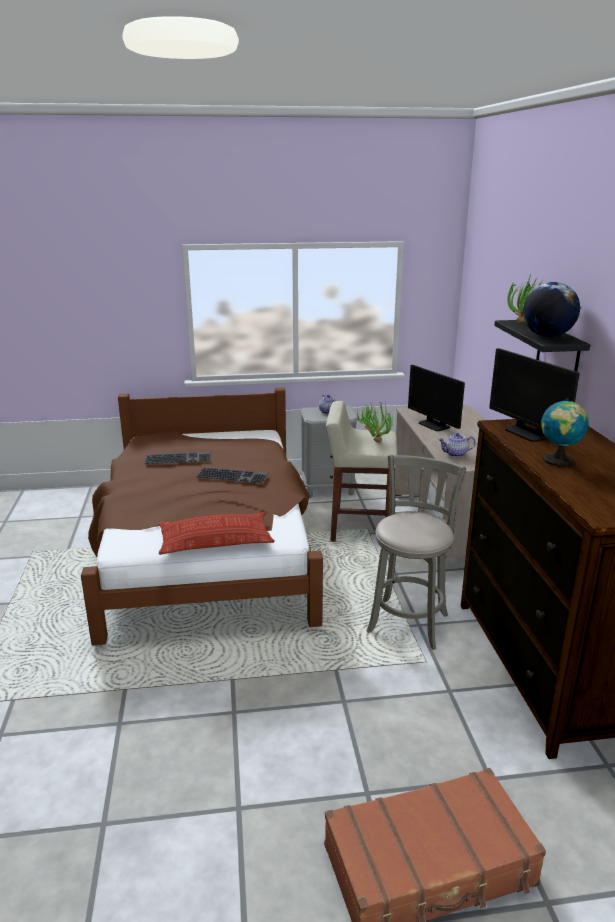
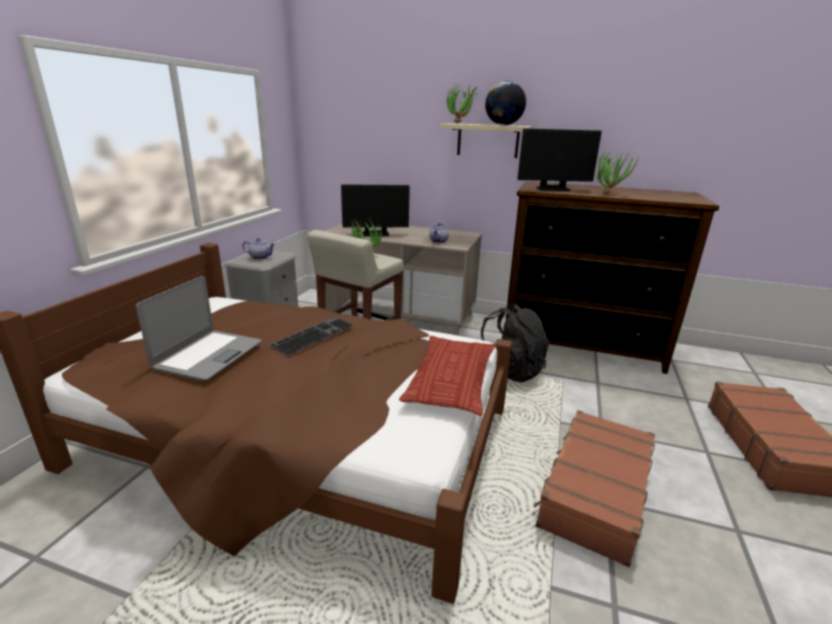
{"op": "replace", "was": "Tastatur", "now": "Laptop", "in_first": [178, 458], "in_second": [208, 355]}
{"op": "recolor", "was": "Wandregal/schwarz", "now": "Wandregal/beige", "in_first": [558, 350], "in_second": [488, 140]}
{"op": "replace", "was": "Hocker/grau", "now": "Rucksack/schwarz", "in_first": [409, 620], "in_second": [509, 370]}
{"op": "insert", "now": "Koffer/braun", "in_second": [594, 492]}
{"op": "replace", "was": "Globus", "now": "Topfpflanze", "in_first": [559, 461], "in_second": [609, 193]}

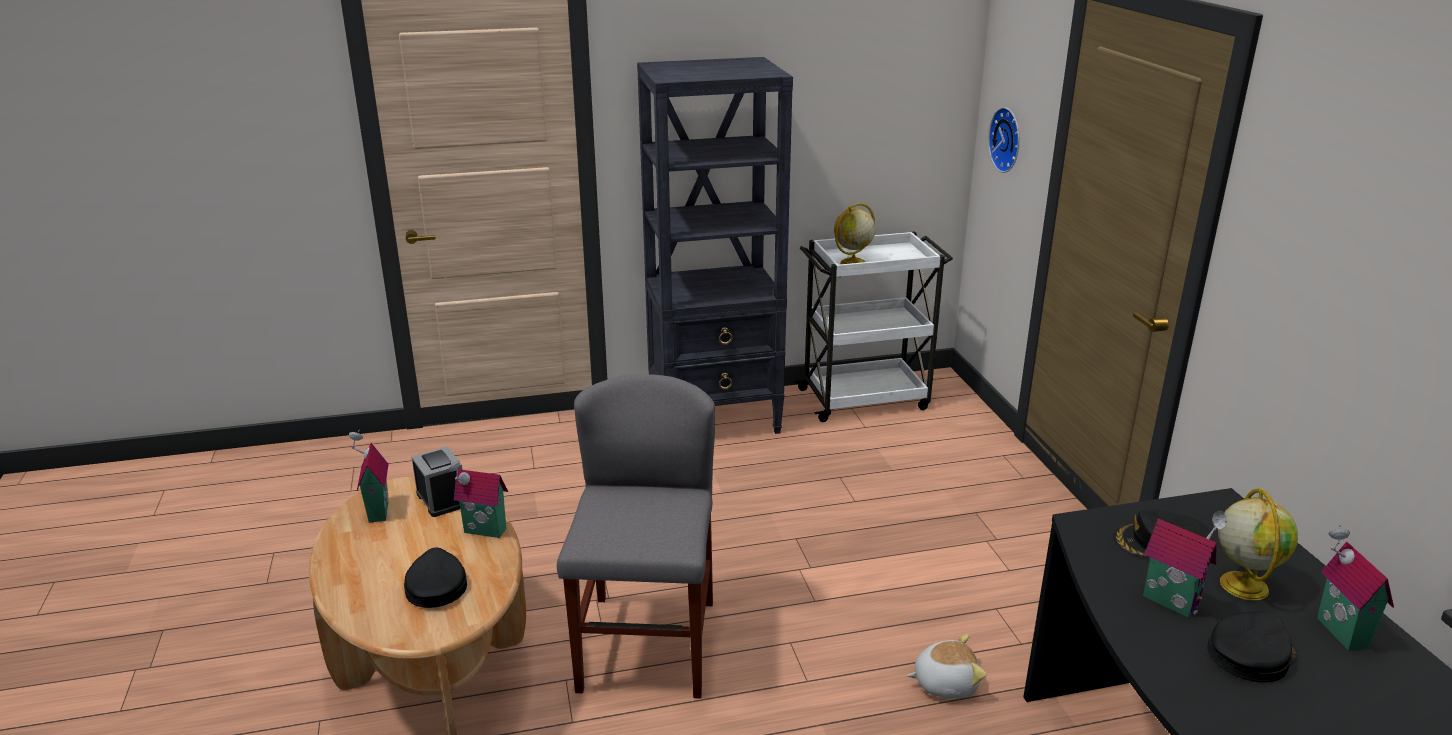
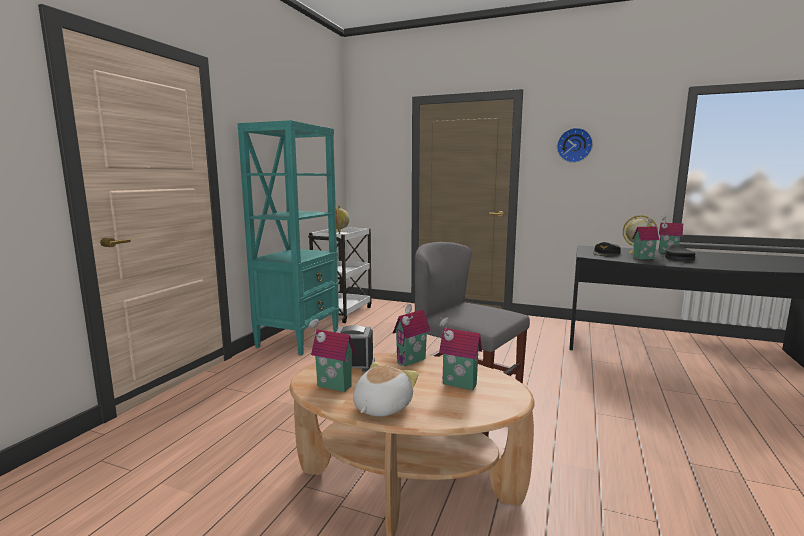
{"op": "recolor", "was": "Bücherregal/schwarz", "now": "Bücherregal/türkis", "in_first": [716, 418], "in_second": [299, 339]}
{"op": "move", "was": "Plüschtier", "in_first": [944, 682], "in_second": [381, 407]}
{"op": "replace", "was": "Kappe/schwarz", "now": "Spielzeughaus", "in_first": [436, 585], "in_second": [458, 385]}
{"op": "move", "was": "Wanduhr", "in_first": [1008, 139], "in_second": [574, 145]}

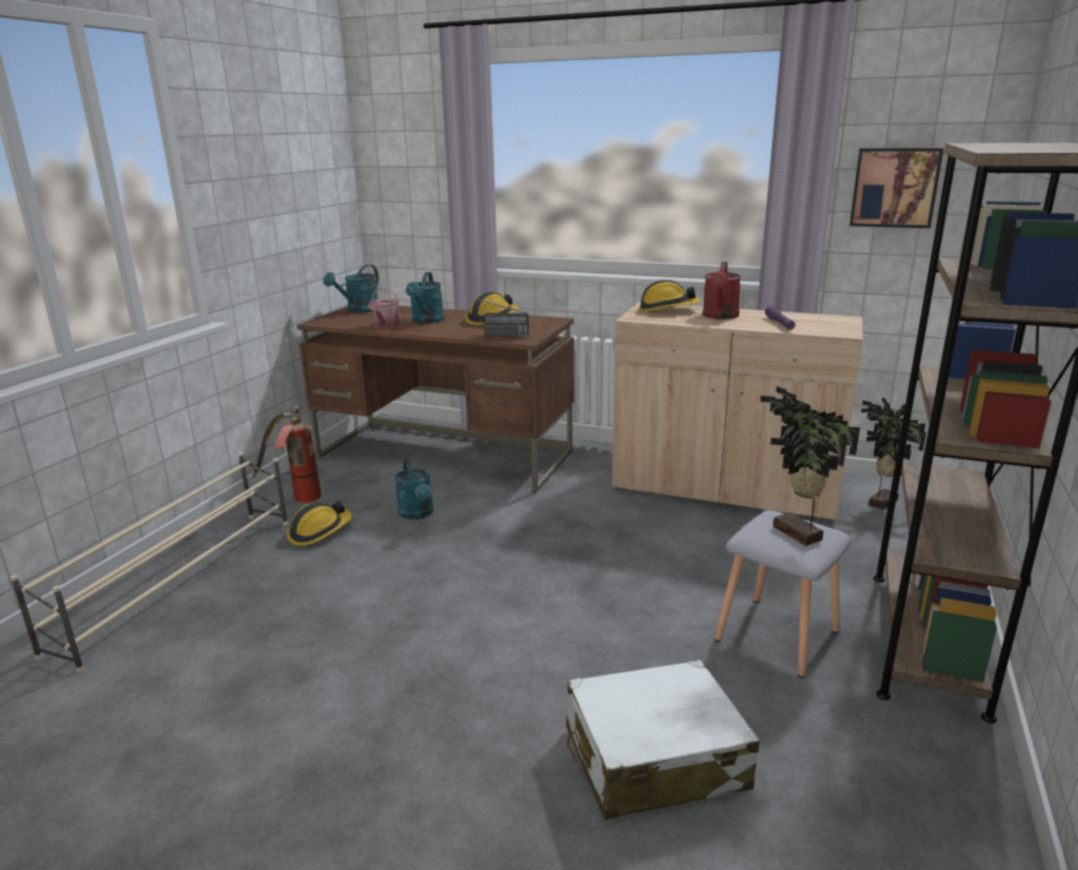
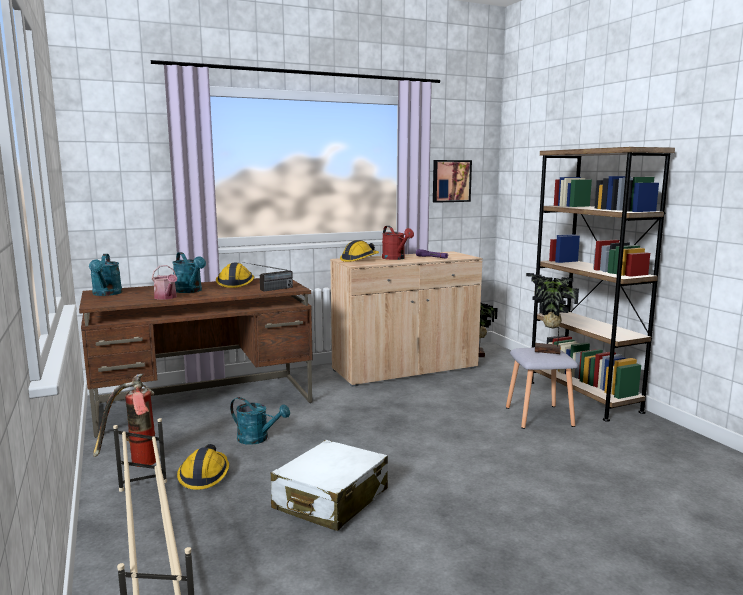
{"op": "move", "was": "Koffer/weiß", "in_first": [654, 758], "in_second": [330, 500]}

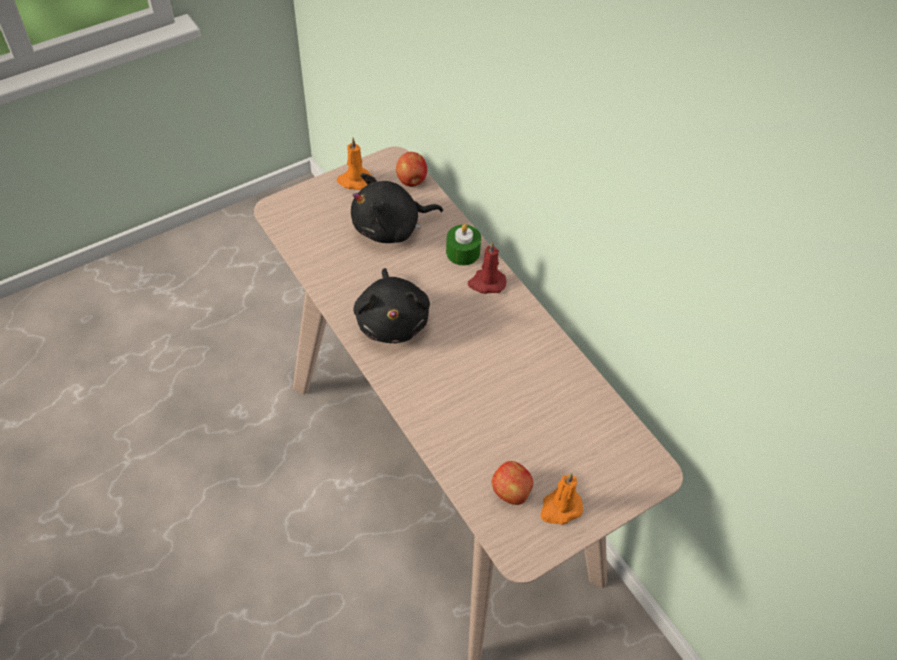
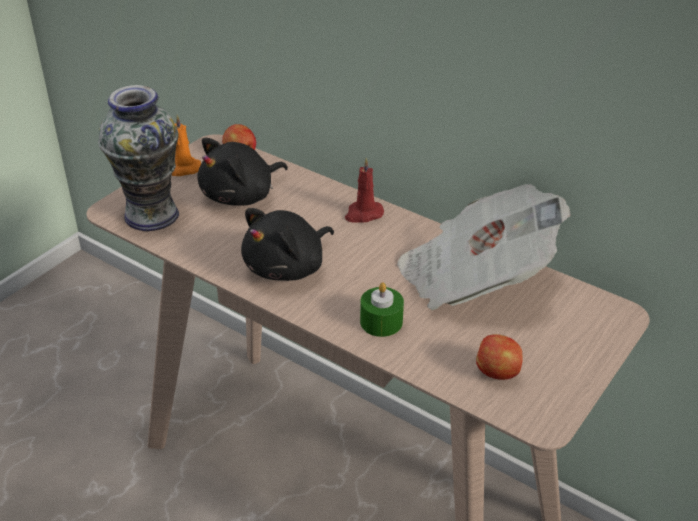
{"op": "insert", "now": "Vase", "in_second": [152, 214]}
{"op": "rotate", "was": "Plüschtier/schwarz", "in_first": [392, 320], "in_second": [288, 267], "clockwise": 75}
{"op": "move", "was": "Kerze/grün", "in_first": [463, 252], "in_second": [381, 322]}
{"op": "insert", "now": "Zeitung", "in_second": [474, 278]}
{"op": "delete", "was": "Kerze/orange", "in_first": [560, 508]}

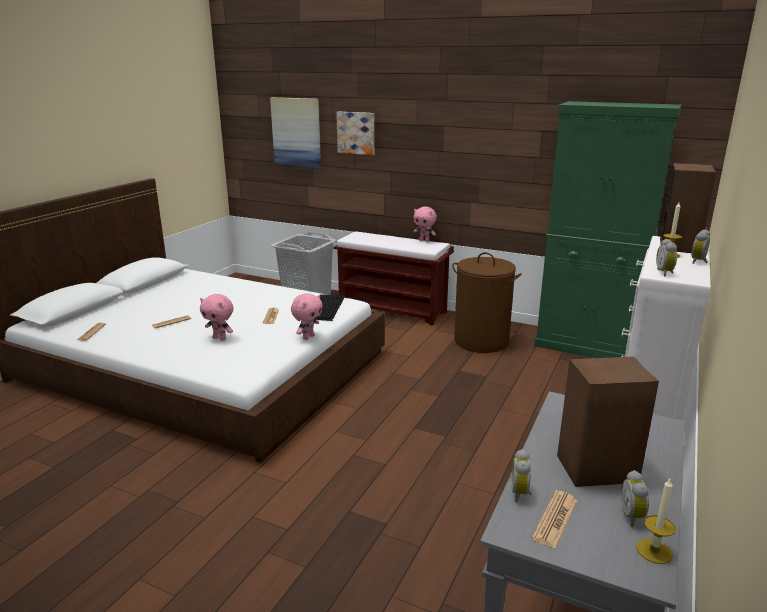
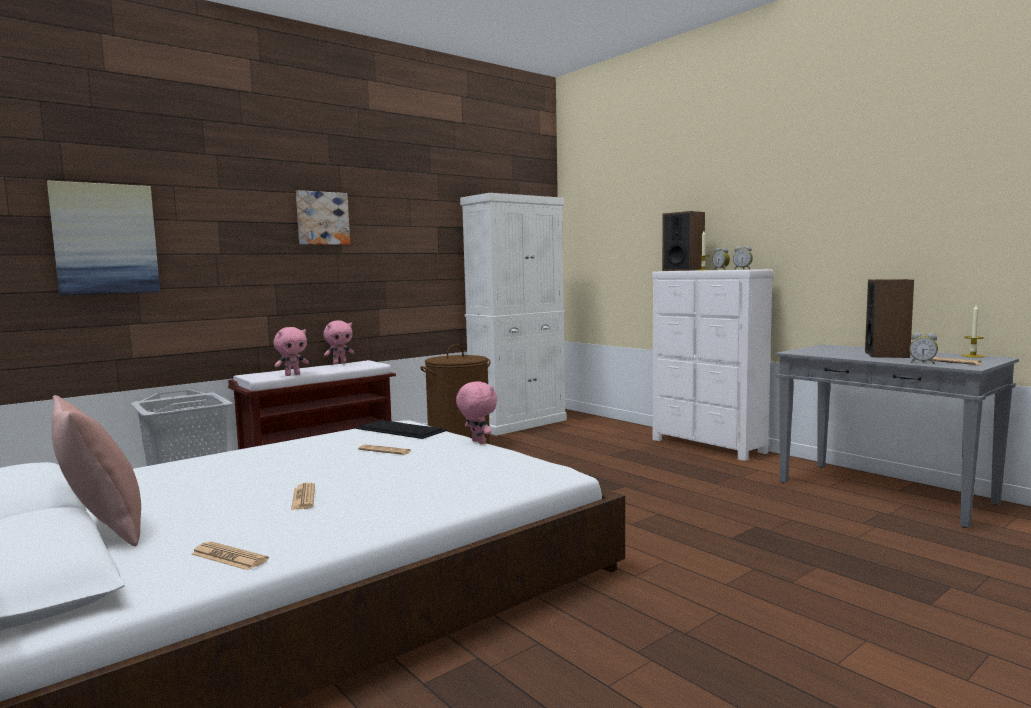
{"op": "insert", "now": "Kissen/rosa", "in_second": [103, 530]}
{"op": "move", "was": "Plüschtier/rosa", "in_first": [220, 338], "in_second": [292, 375]}
{"op": "move", "was": "Bild", "in_first": [356, 133], "in_second": [322, 218]}
{"op": "recolor", "was": "Schrank/grün", "now": "Schrank/weiß", "in_first": [586, 346], "in_second": [518, 423]}
{"op": "delete", "was": "Wecker", "in_first": [633, 516]}

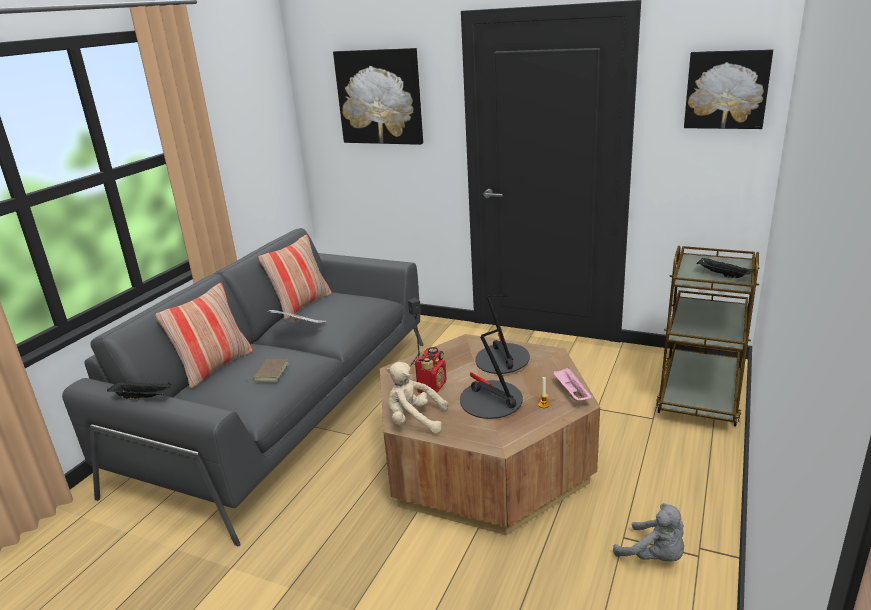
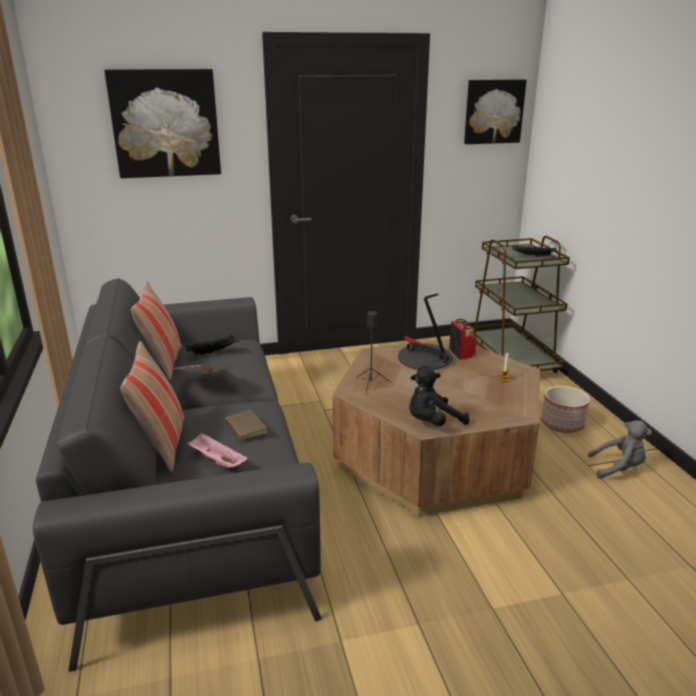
{"op": "move", "was": "Tablett/schwarz", "in_first": [143, 398], "in_second": [213, 352]}
{"op": "move", "was": "Tablett/rosa", "in_first": [571, 393], "in_second": [216, 461]}
{"op": "recolor", "was": "Plüschtier/beige", "now": "Plüschtier/schwarz", "in_first": [414, 421], "in_second": [432, 423]}
{"op": "move", "was": "Radio", "in_first": [432, 386], "in_second": [461, 353]}
{"op": "insert", "now": "Pflanzkübel", "in_second": [562, 424]}
{"op": "delete", "was": "Tischlampe", "in_first": [491, 401]}

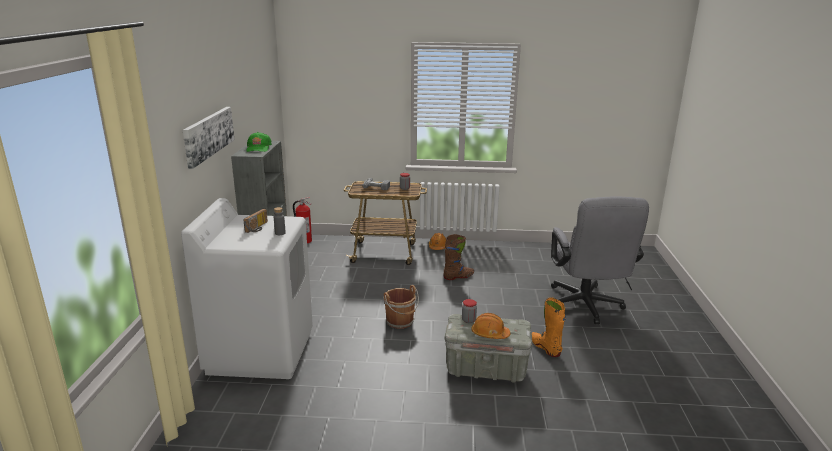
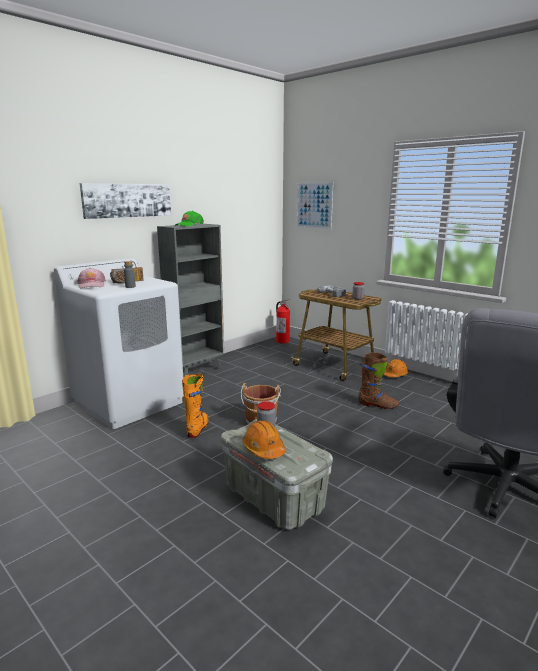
{"op": "insert", "now": "Kappe/rosa", "in_second": [92, 285]}
{"op": "move", "was": "Stiefel/orange", "in_first": [545, 348], "in_second": [198, 429]}
{"op": "insert", "now": "Bild", "in_second": [314, 205]}

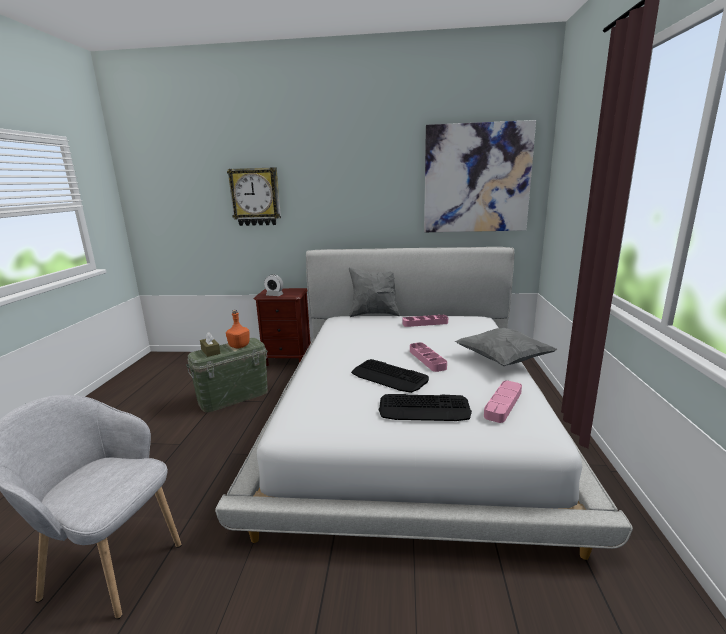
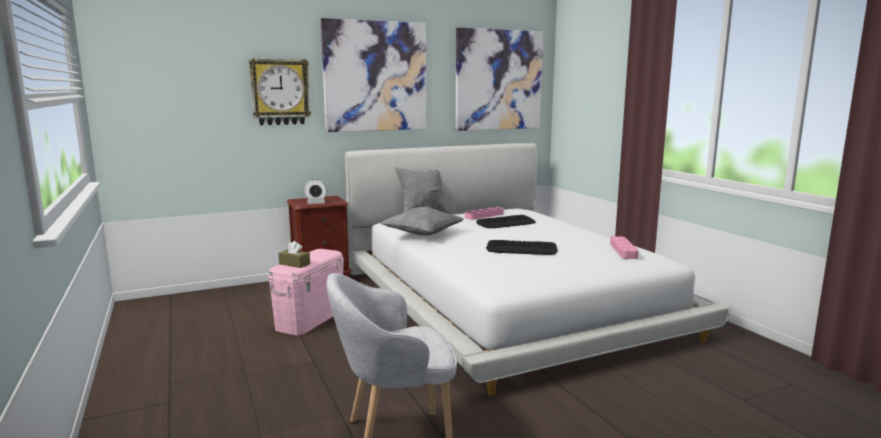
{"op": "recolor", "was": "Aufbewahrungsbox/grün", "now": "Aufbewahrungsbox/rosa", "in_first": [233, 397], "in_second": [310, 318]}
{"op": "insert", "now": "Bild", "in_second": [375, 76]}
{"op": "move", "was": "Kissen/grau", "in_first": [502, 360], "in_second": [422, 235]}
{"op": "move", "was": "Tastatur", "in_first": [424, 409], "in_second": [506, 223]}
{"op": "delete", "was": "Flasche/orange", "in_first": [239, 346]}
{"op": "delete", "was": "Tablett/rosa", "in_first": [427, 359]}

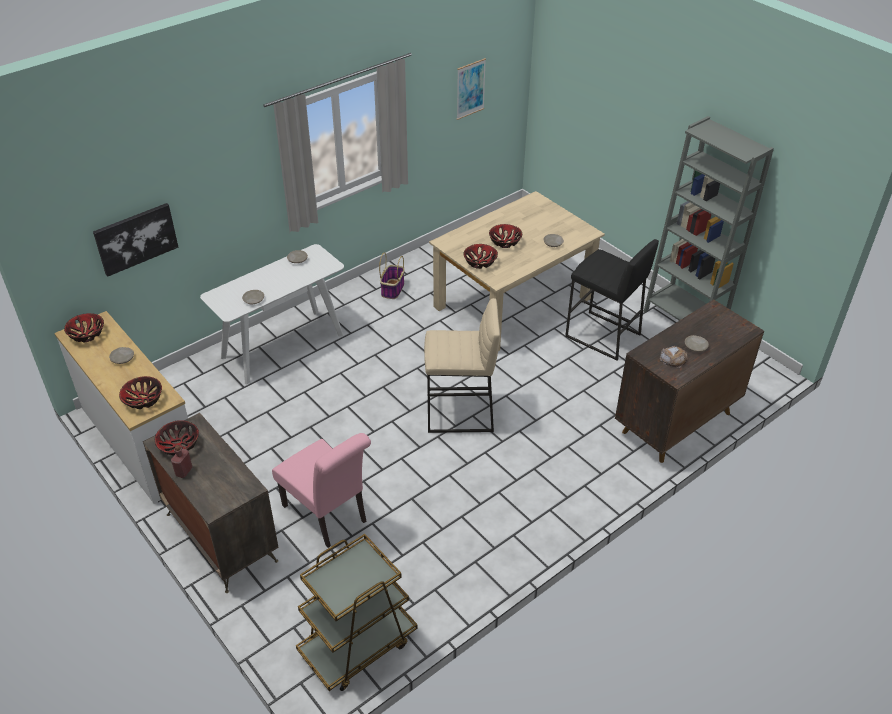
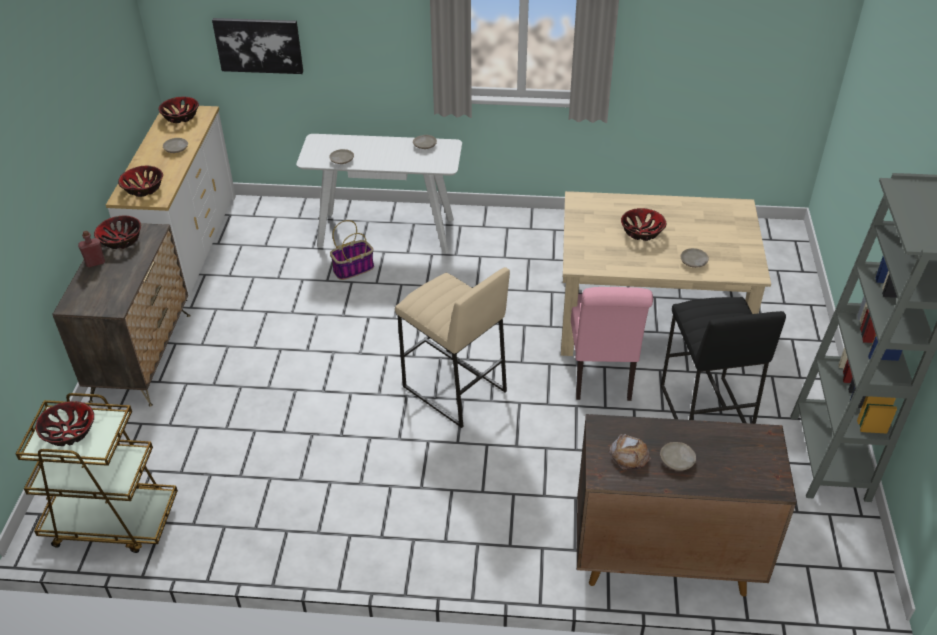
{"op": "move", "was": "Schüssel", "in_first": [480, 262], "in_second": [69, 432]}
{"op": "move", "was": "Korb", "in_first": [392, 289], "in_second": [353, 269]}
{"op": "move", "was": "Stuhl/rosa", "in_first": [328, 516], "in_second": [601, 375]}
{"op": "delete", "was": "Bild", "in_first": [470, 89]}

